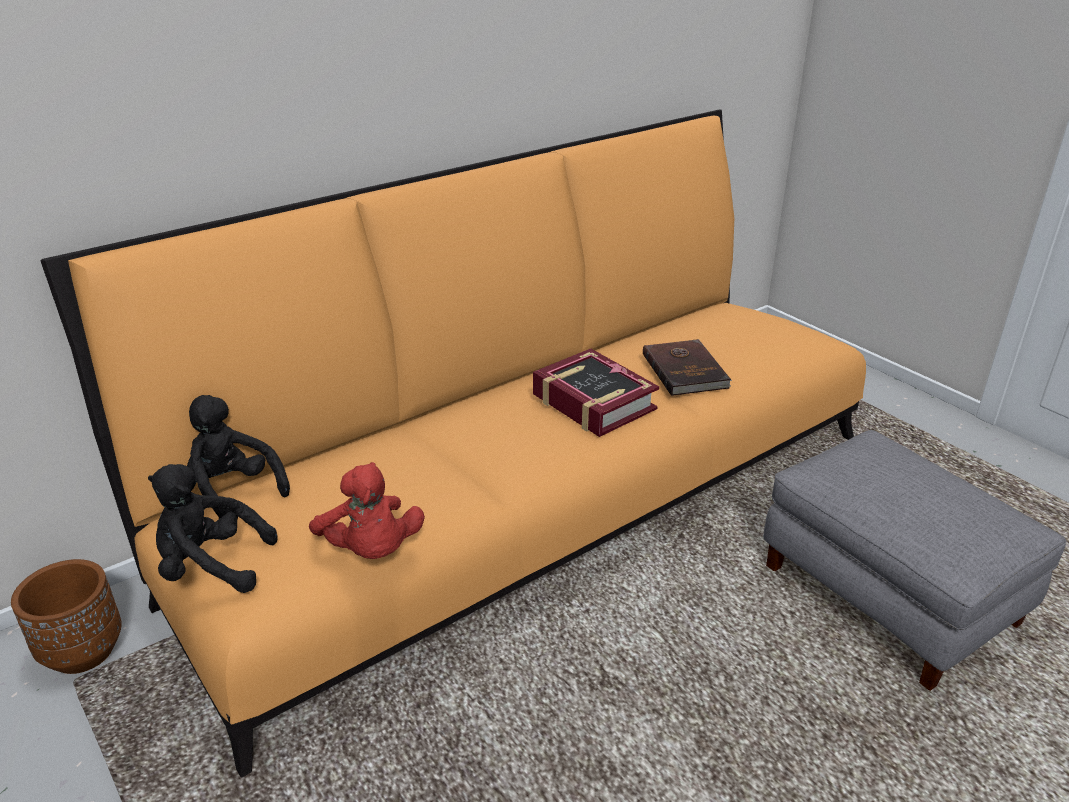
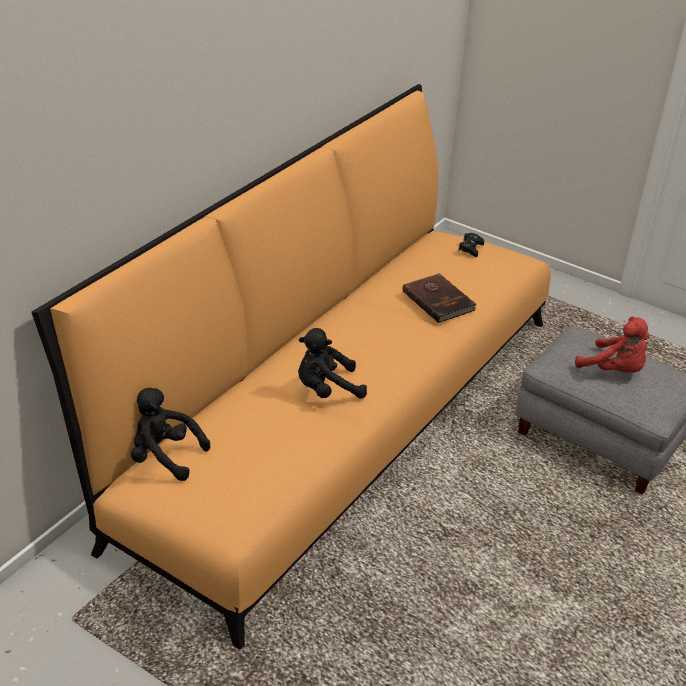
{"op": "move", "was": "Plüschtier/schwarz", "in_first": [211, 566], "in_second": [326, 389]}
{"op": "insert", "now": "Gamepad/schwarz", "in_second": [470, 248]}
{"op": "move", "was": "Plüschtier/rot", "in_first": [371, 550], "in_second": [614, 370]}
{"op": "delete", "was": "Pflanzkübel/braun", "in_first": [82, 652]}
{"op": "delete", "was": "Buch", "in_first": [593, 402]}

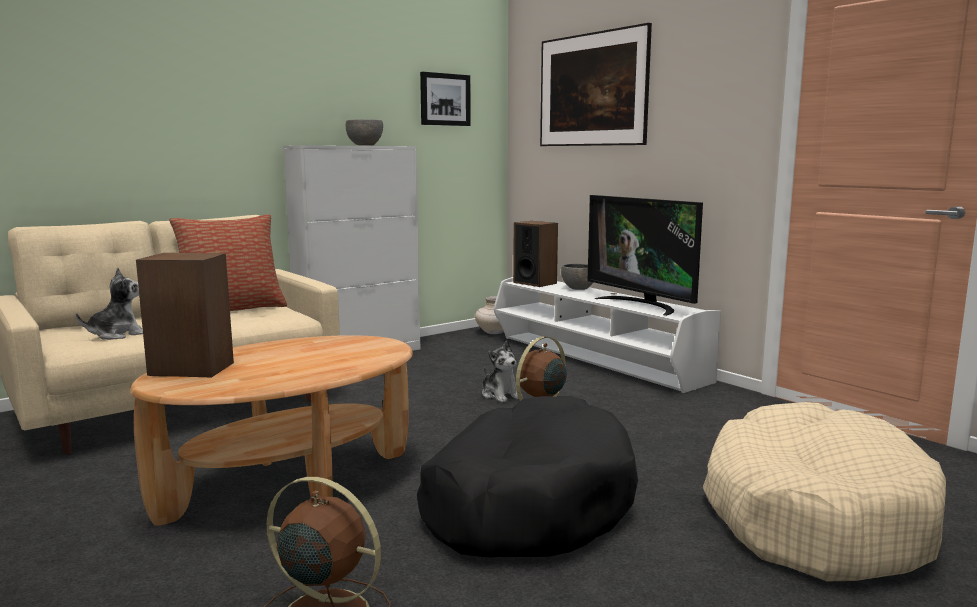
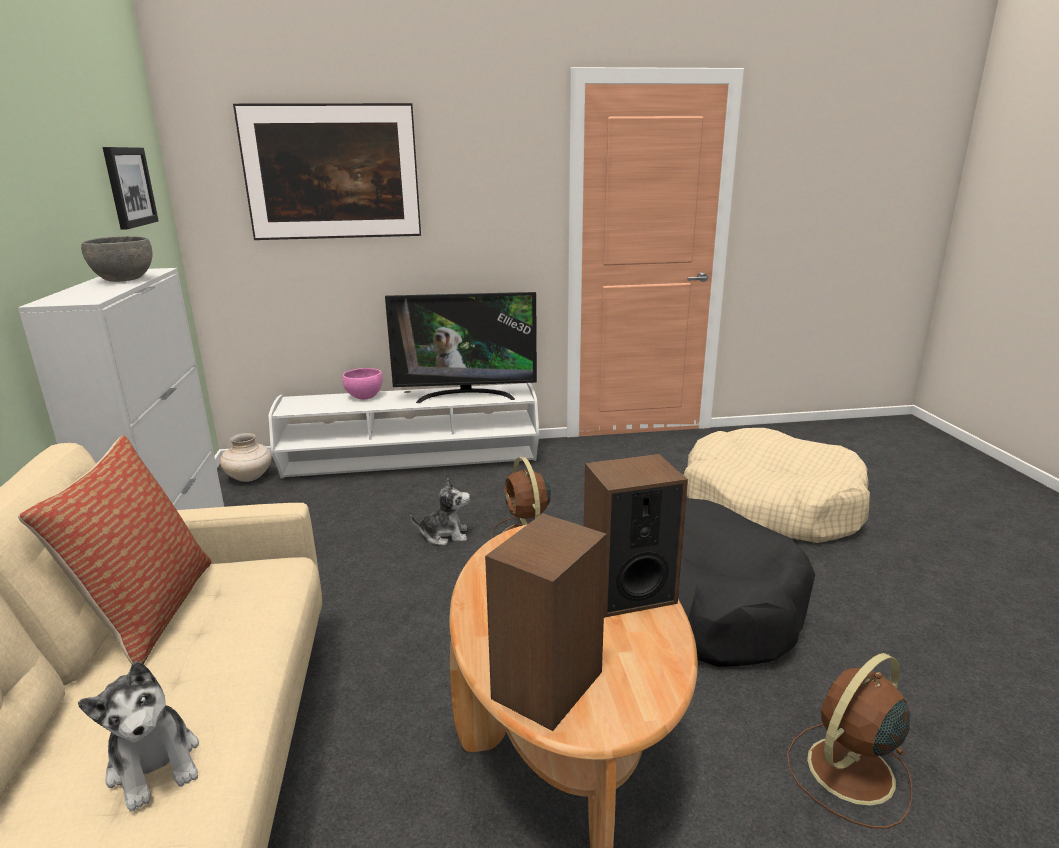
{"op": "rotate", "was": "Plüschtier", "in_first": [118, 335], "in_second": [155, 764], "clockwise": 150}
{"op": "recolor", "was": "Schüssel/grau", "now": "Schüssel/rosa", "in_first": [579, 288], "in_second": [364, 397]}
{"op": "move", "was": "Lautsprecher", "in_first": [535, 283], "in_second": [628, 592]}

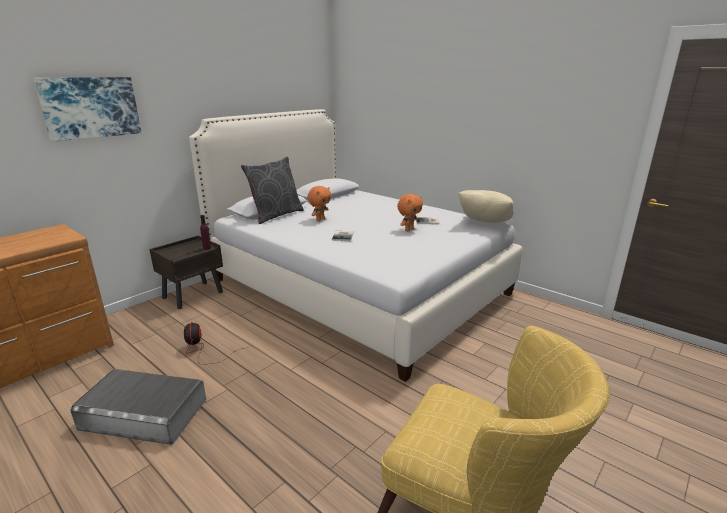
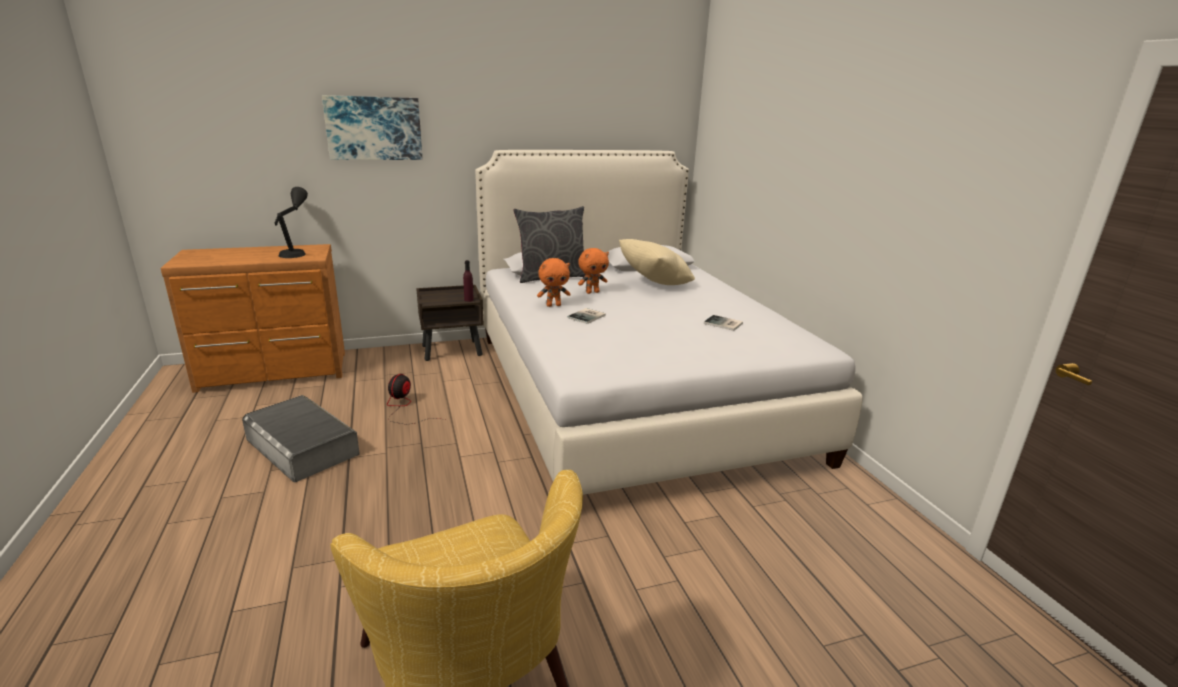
{"op": "insert", "now": "Tischlampe/schwarz", "in_second": [296, 251]}
{"op": "move", "was": "Plüschtier/orange", "in_first": [409, 230], "in_second": [553, 305]}
{"op": "move", "was": "Kissen/beige", "in_first": [484, 224], "in_second": [654, 284]}

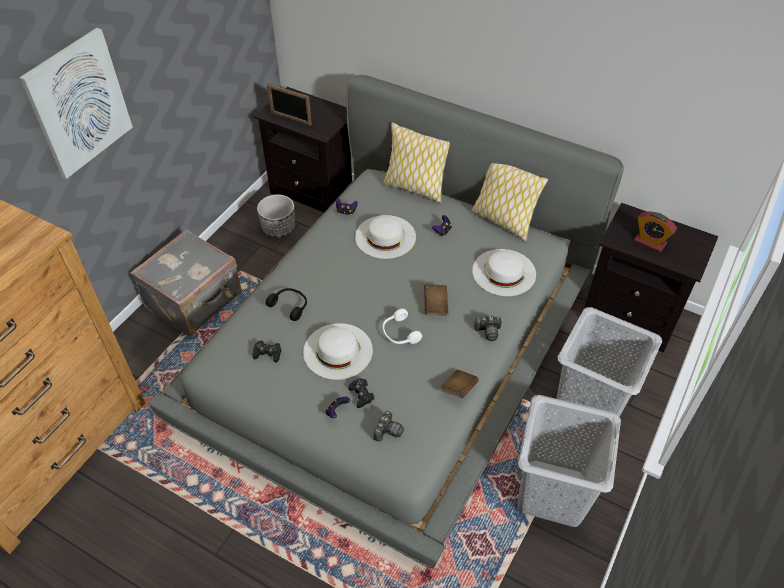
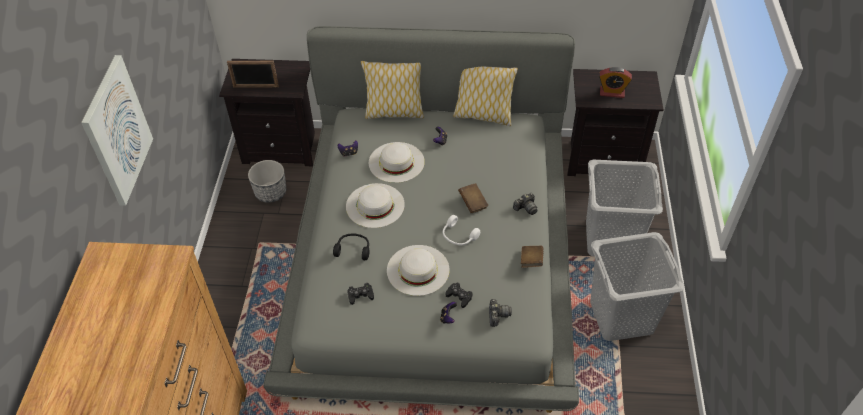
{"op": "move", "was": "Hut/weiß", "in_first": [504, 272], "in_second": [375, 205]}
{"op": "delete", "was": "Koffer/grau", "in_first": [195, 301]}

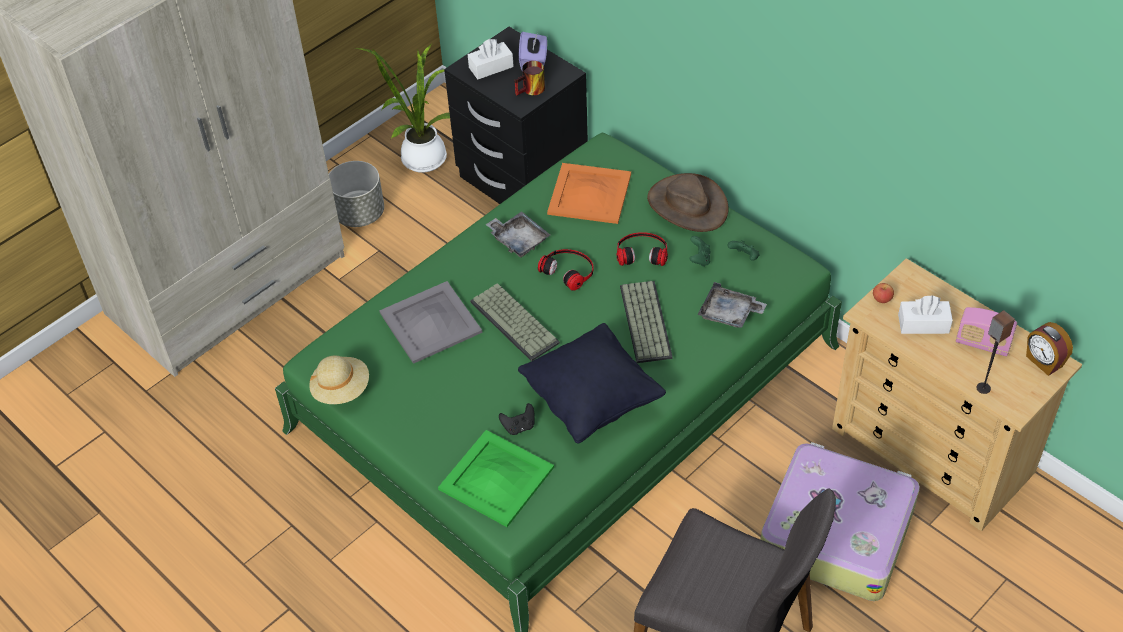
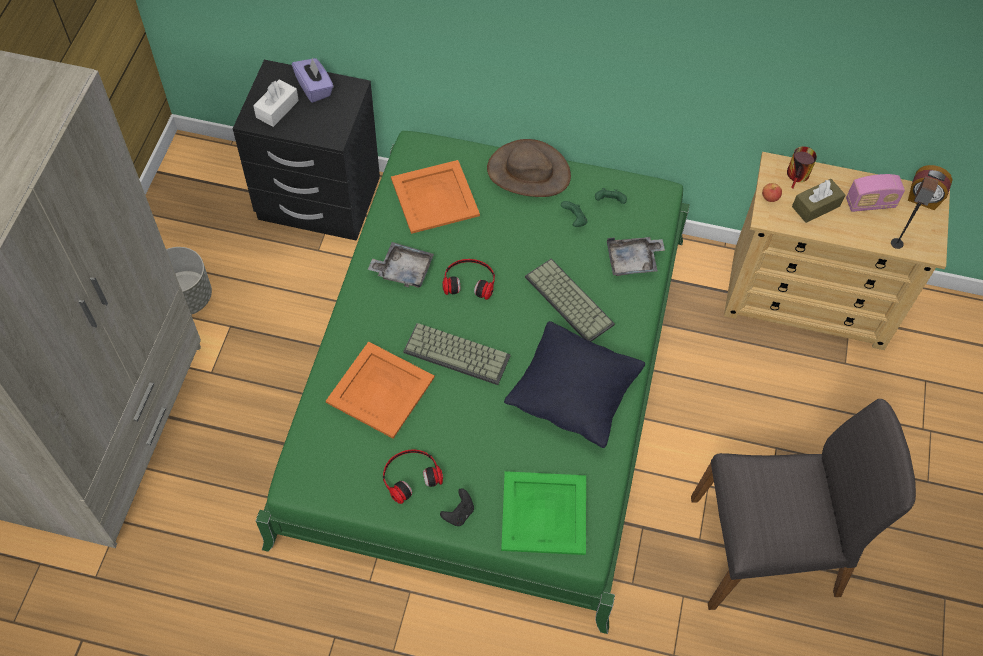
{"op": "recolor", "was": "Tablett/grau", "now": "Tablett/orange", "in_first": [431, 322], "in_second": [380, 389]}
{"op": "move", "was": "Kopfhörer", "in_first": [642, 252], "in_second": [410, 475]}
{"op": "move", "was": "Gamepad/schwarz", "in_first": [519, 426], "in_second": [458, 513]}
{"op": "move", "was": "Henkelbecher", "in_first": [532, 91], "in_second": [799, 177]}
{"op": "recolor", "was": "Taschentuchbox/weiß", "now": "Taschentuchbox/braun", "in_first": [923, 324], "in_second": [816, 206]}
{"op": "delete", "was": "Hut/beige", "in_first": [341, 389]}
{"op": "delete", "was": "Topfpflanze", "in_first": [420, 158]}
{"op": "delete", "was": "Koffer", "in_first": [836, 531]}

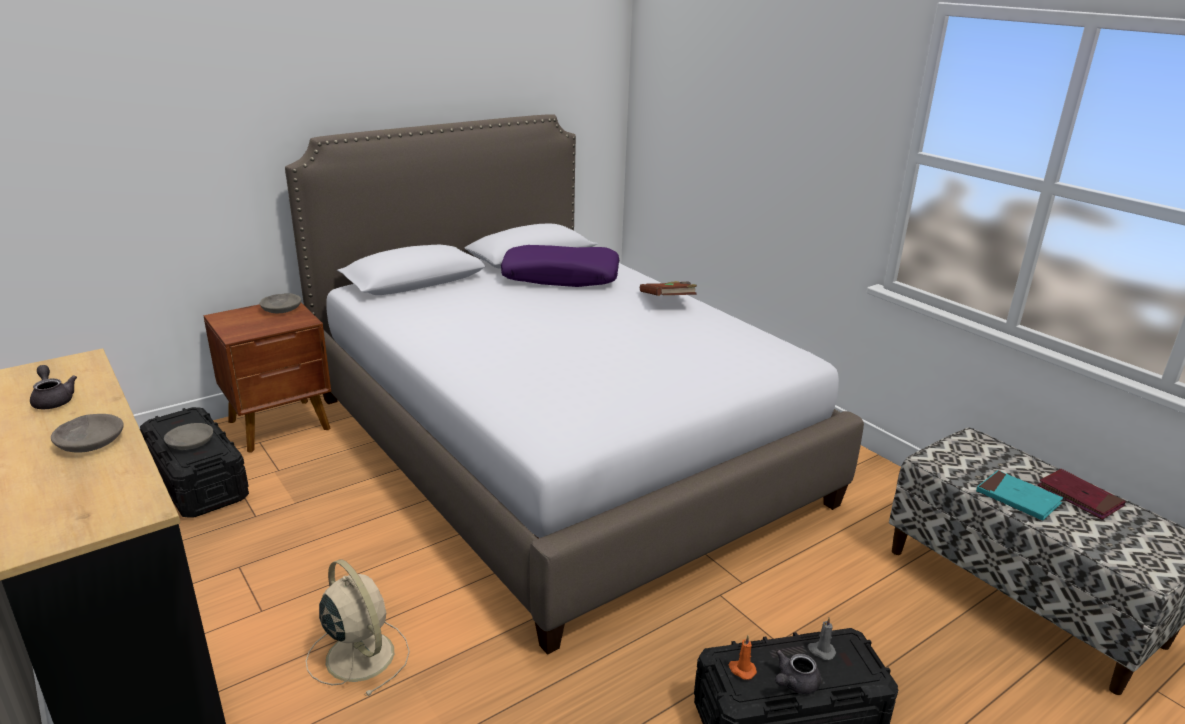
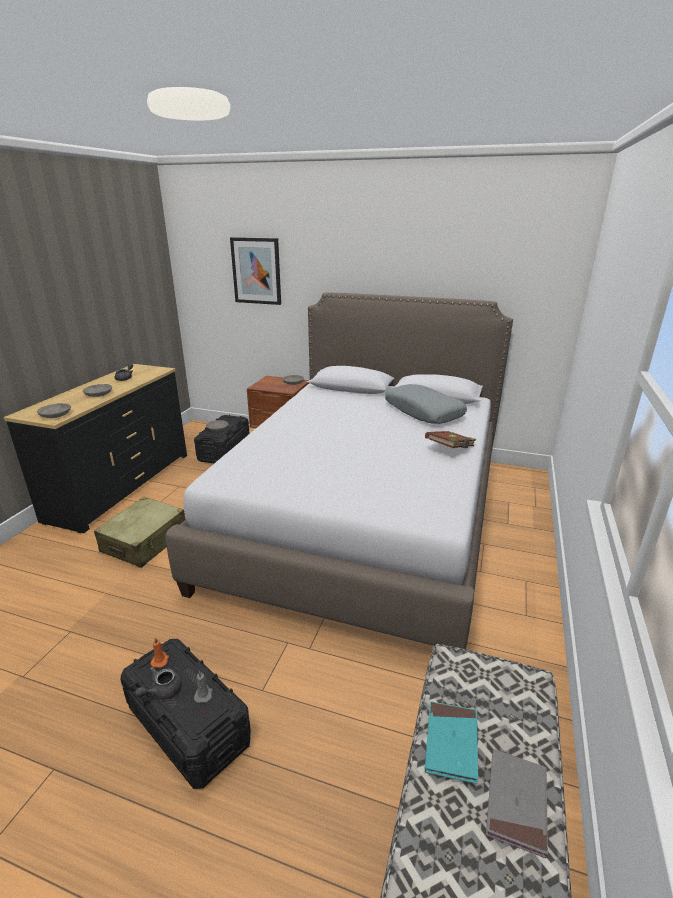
{"op": "insert", "now": "Schüssel/grau", "in_second": [56, 415]}
{"op": "replace", "was": "Ventilator/beige", "now": "Koffer/beige", "in_first": [358, 654], "in_second": [145, 541]}
{"op": "rotate", "was": "Teekanne/grau", "in_first": [794, 683], "in_second": [162, 691], "clockwise": -60}
{"op": "insert", "now": "Bild", "in_second": [256, 271]}
{"op": "recolor", "was": "Kissen/lila", "now": "Kissen/grau", "in_first": [561, 277], "in_second": [424, 412]}
{"op": "recolor", "was": "Buch/rot", "now": "Buch/grau", "in_first": [1079, 497], "in_second": [516, 803]}

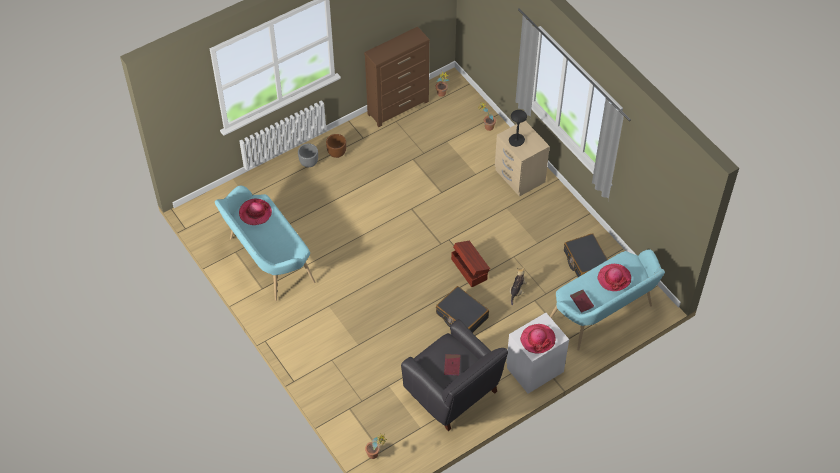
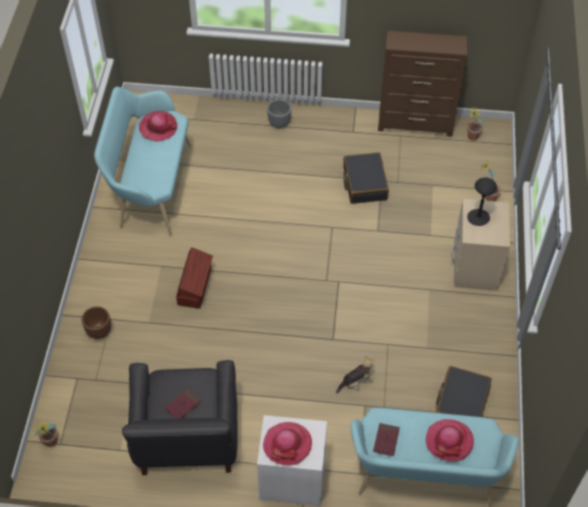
{"op": "move", "was": "Pflanzkübel/braun", "in_first": [337, 153], "in_second": [100, 332]}
{"op": "move", "was": "Aufbewahrungsbox/braun", "in_first": [469, 268], "in_second": [195, 286]}
{"op": "move", "was": "Koffer/schwarz", "in_first": [461, 316], "in_second": [364, 183]}

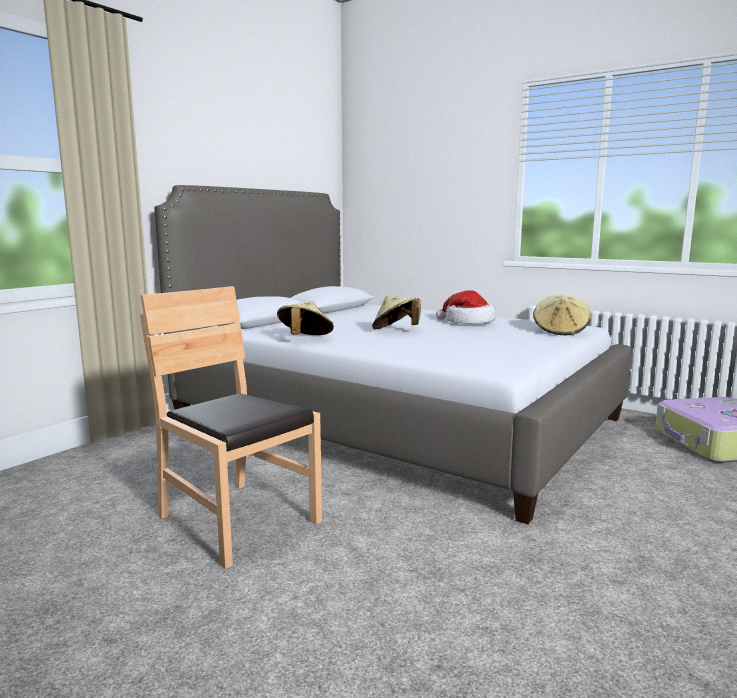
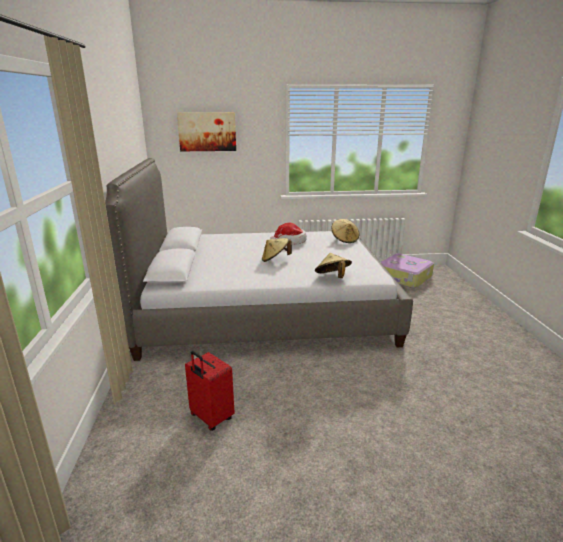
{"op": "insert", "now": "Bild", "in_second": [207, 131]}
{"op": "insert", "now": "Koffer/rot", "in_second": [210, 418]}
{"op": "move", "was": "Hut/beige", "in_first": [305, 339], "in_second": [332, 277]}
{"op": "delete", "was": "Stuhl/braun", "in_first": [237, 520]}

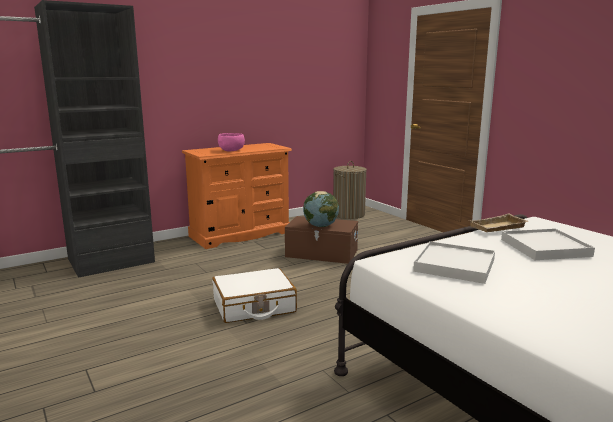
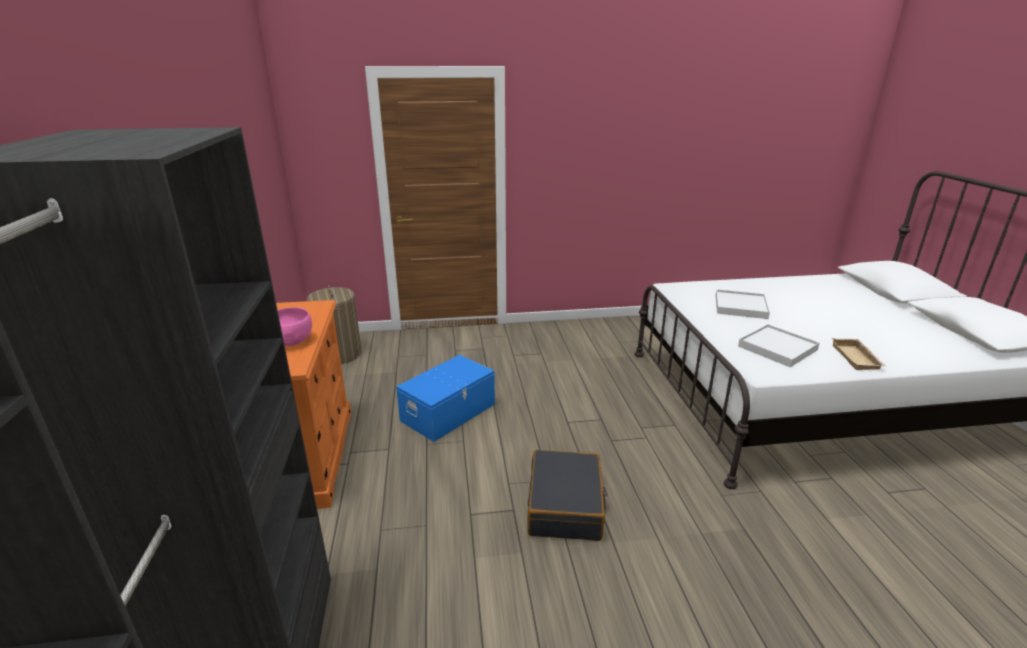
{"op": "recolor", "was": "Aufbewahrungsbox/braun", "now": "Aufbewahrungsbox/blau", "in_first": [321, 254], "in_second": [449, 412]}
{"op": "recolor", "was": "Koffer/weiß", "now": "Koffer/schwarz", "in_first": [254, 306], "in_second": [565, 505]}
{"op": "move", "was": "Tablett/beige", "in_first": [498, 228], "in_second": [857, 358]}
{"op": "delete", "was": "Globus", "in_first": [321, 226]}

